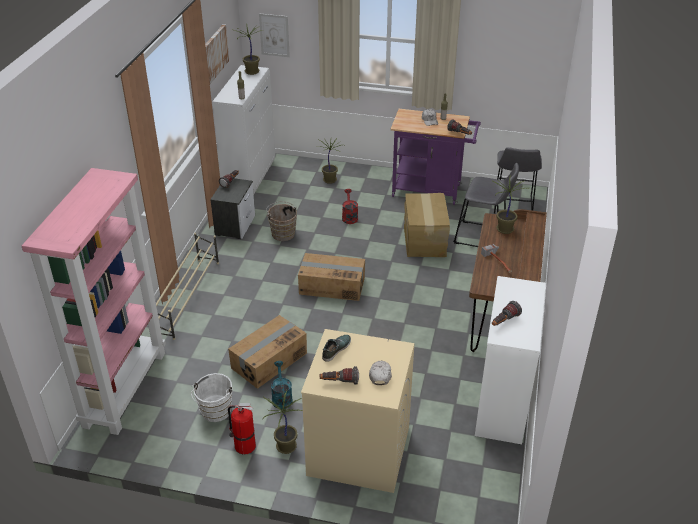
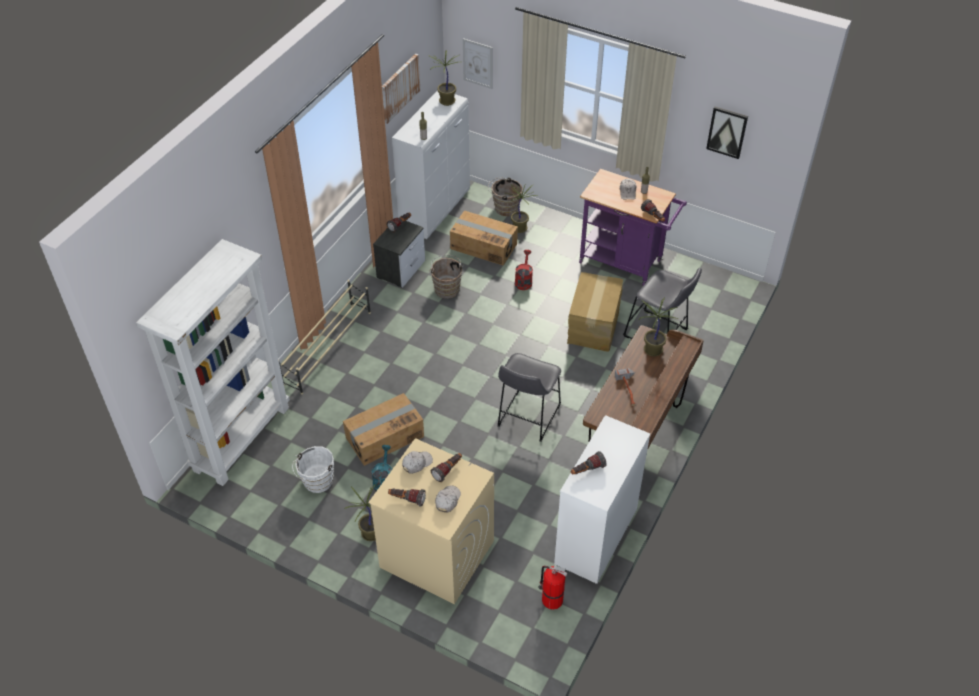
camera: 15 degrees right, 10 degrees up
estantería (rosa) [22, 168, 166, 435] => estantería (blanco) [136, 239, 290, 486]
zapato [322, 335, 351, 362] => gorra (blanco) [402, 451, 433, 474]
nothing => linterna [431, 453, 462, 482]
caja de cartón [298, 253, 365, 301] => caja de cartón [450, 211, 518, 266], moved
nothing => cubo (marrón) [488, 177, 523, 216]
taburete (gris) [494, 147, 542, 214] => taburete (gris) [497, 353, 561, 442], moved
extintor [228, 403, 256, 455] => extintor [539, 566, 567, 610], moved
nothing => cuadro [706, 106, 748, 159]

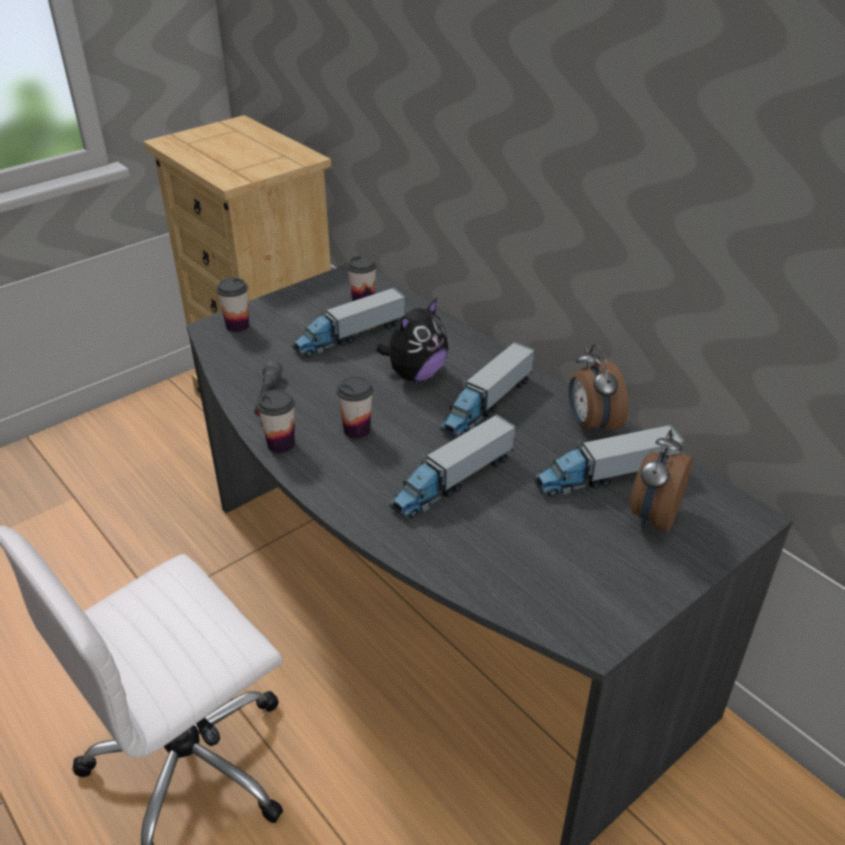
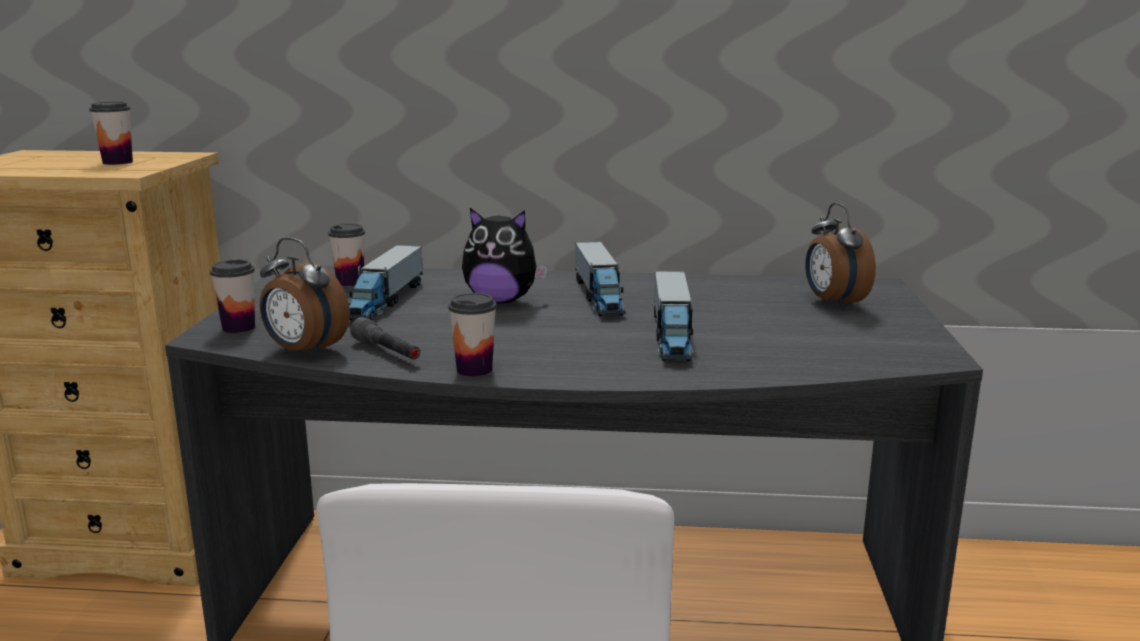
camera: 45 degrees left, 20 degrees down
taza [336, 376, 373, 439] => taza [89, 102, 133, 165], moved
despertador [569, 344, 628, 436] => despertador [260, 238, 349, 356], moved
peluche [376, 298, 448, 381] => peluche [462, 208, 548, 303], 105 degrees clockwise
camión de juguete [534, 425, 685, 497] => nothing

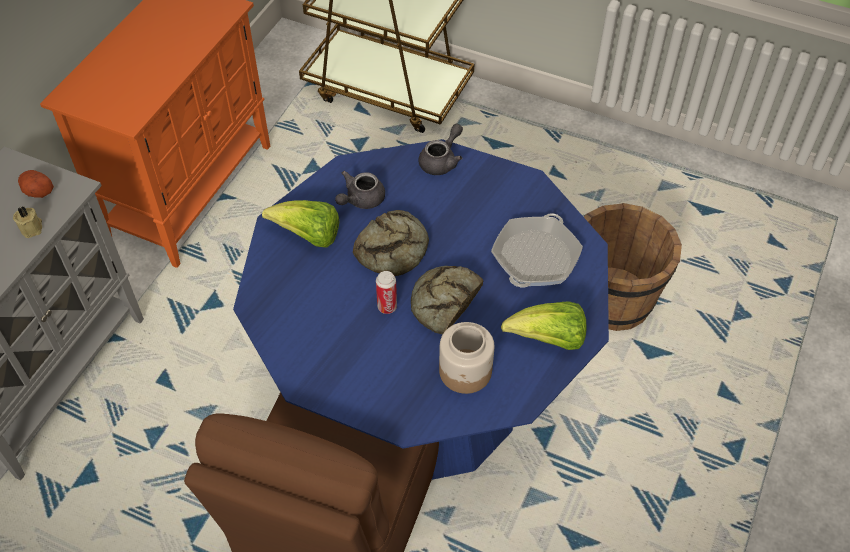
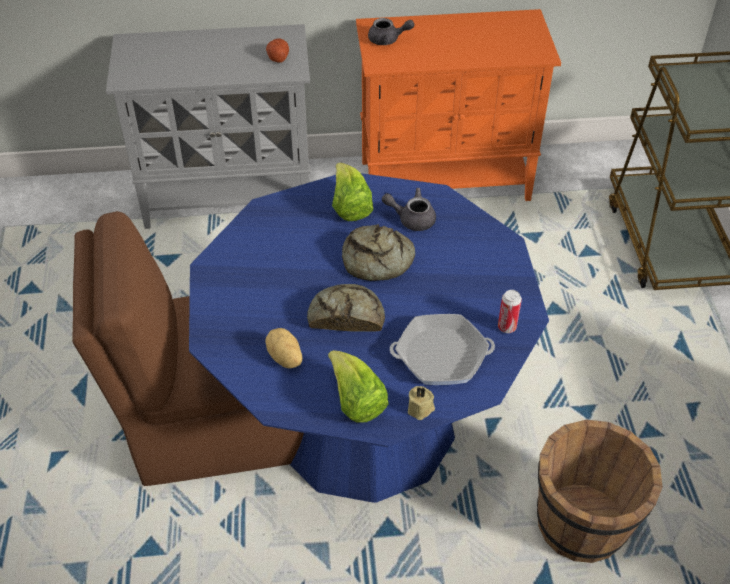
camera: 60 degrees right, 5 degrees down
tarro [439, 322, 494, 394] => patata [265, 328, 303, 369]
tetera (gris) [419, 124, 463, 175] => tetera (gris) [368, 18, 414, 45], moved
vela (beis) [13, 206, 42, 238] => vela (beis) [408, 386, 435, 420], moved
lata [376, 271, 397, 314] => lata [498, 290, 522, 333], moved

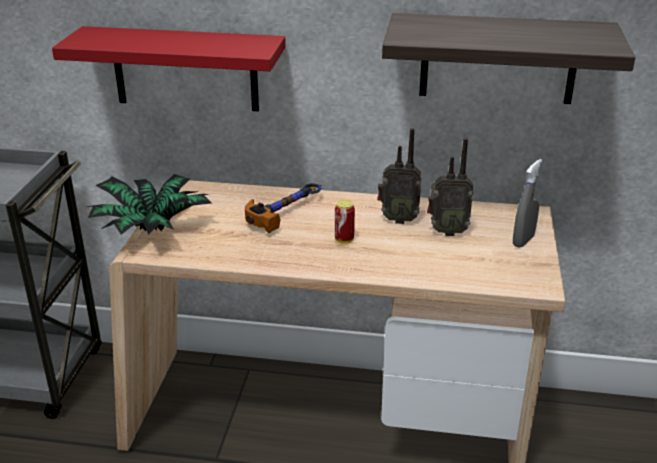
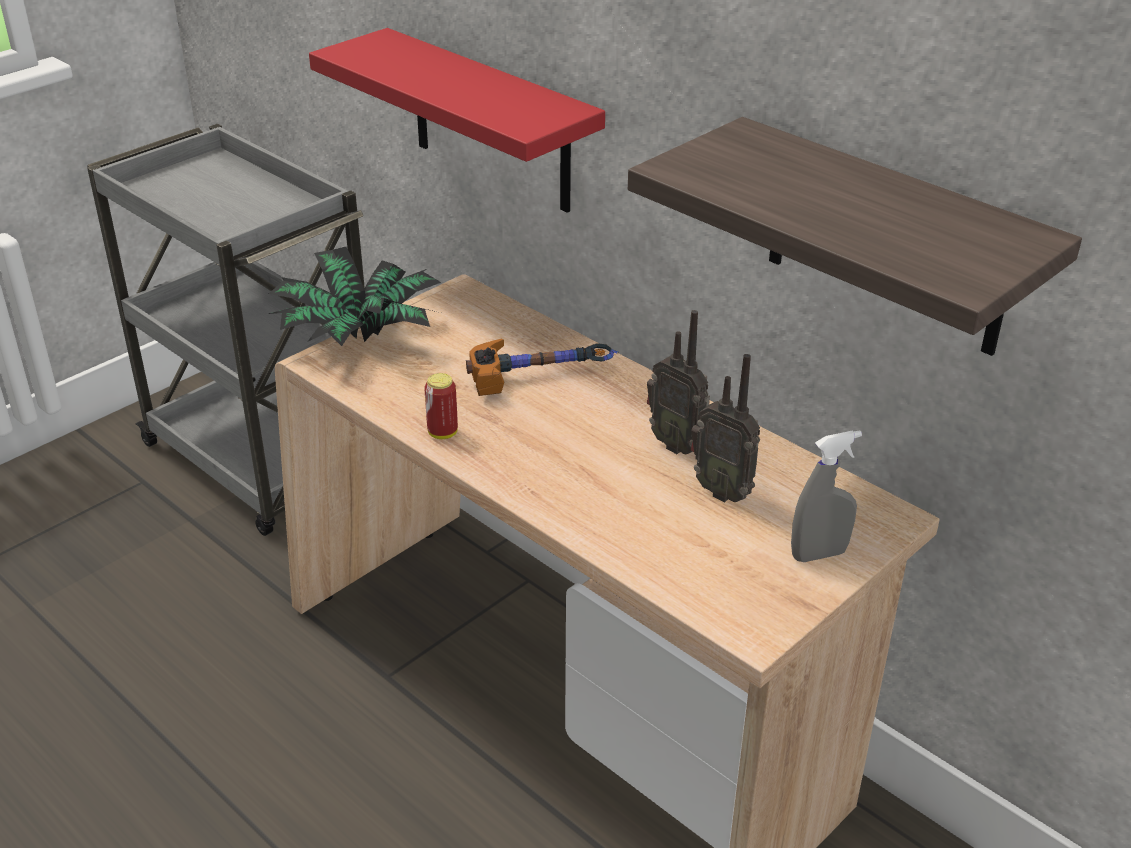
camera: 35 degrees right, 5 degrees up
lata [335, 200, 355, 244] => lata [424, 373, 458, 439], moved

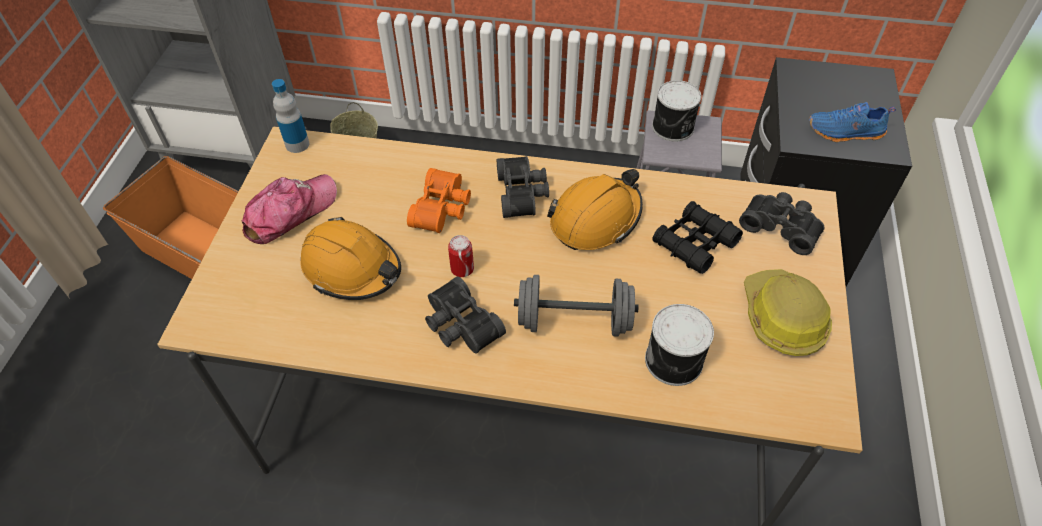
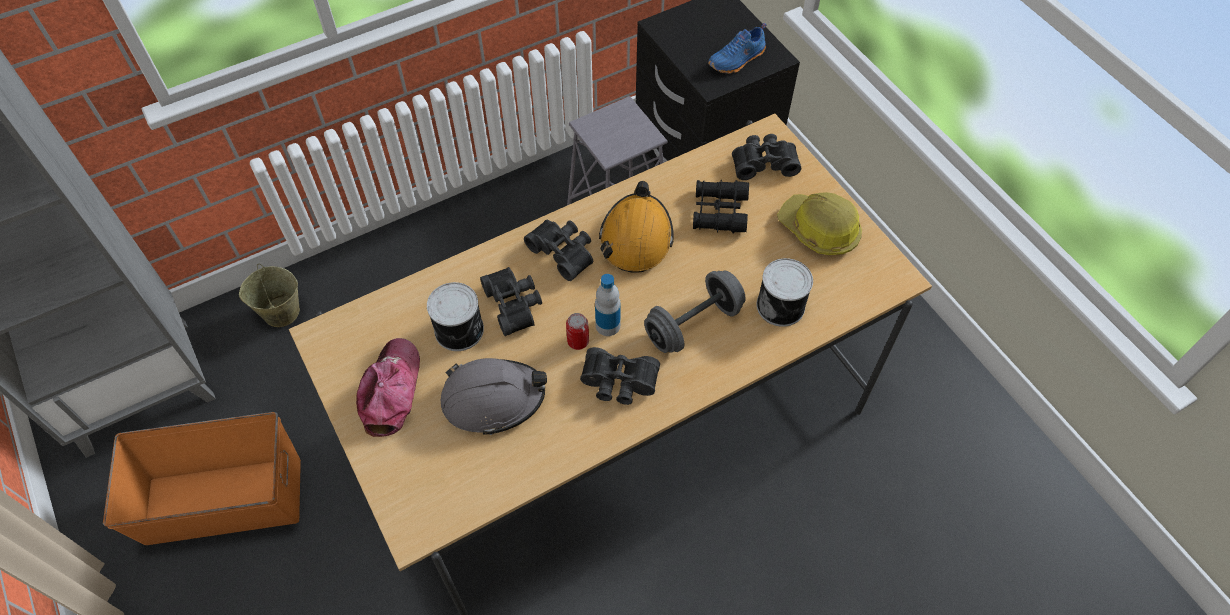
camera: 40 degrees left, 5 degrees up
lata [652, 80, 701, 142] => lata [427, 282, 484, 351], moved
casco (naranja) [300, 217, 401, 300] => casco (gris) [441, 358, 547, 435]
prismáticos (naranja) [407, 168, 471, 233] => prismáticos (negro) [480, 267, 542, 336]
botella [272, 79, 309, 153] => botella [595, 274, 621, 336], moved

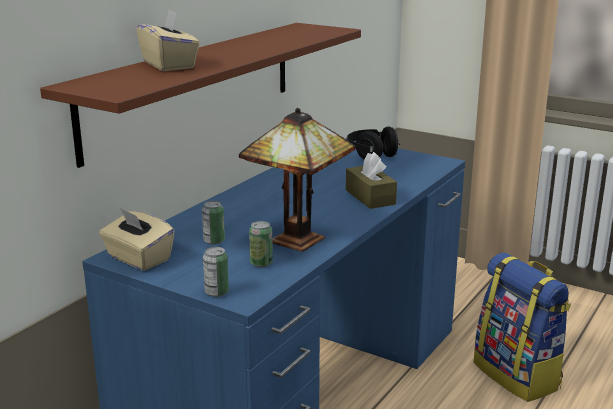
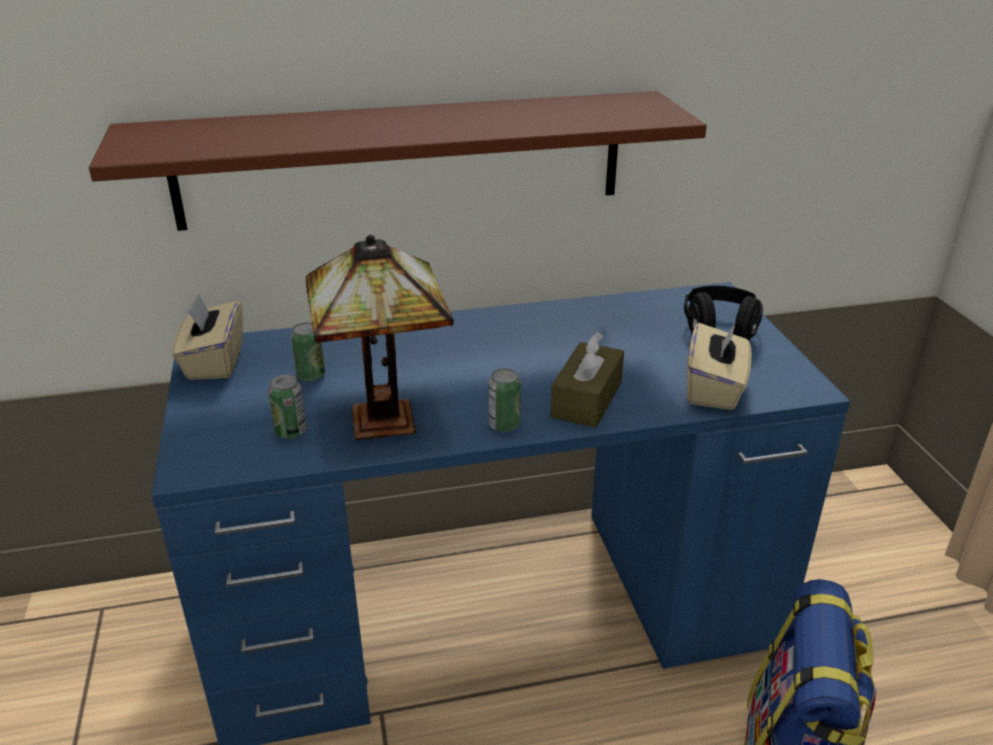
camera: 45 degrees right, 10 degrees up
lata [203, 247, 229, 297] => lata [488, 368, 521, 432], moved
caja de pañuelos (beis) [136, 10, 200, 71] => caja de pañuelos (beis) [687, 320, 751, 410], moved

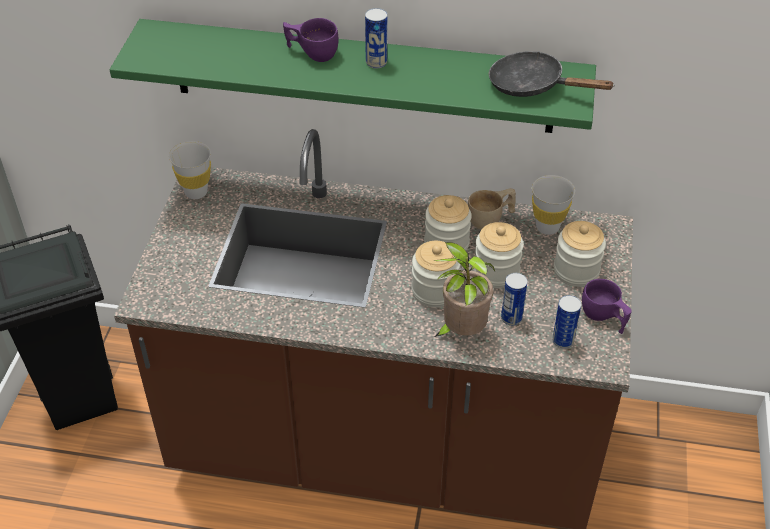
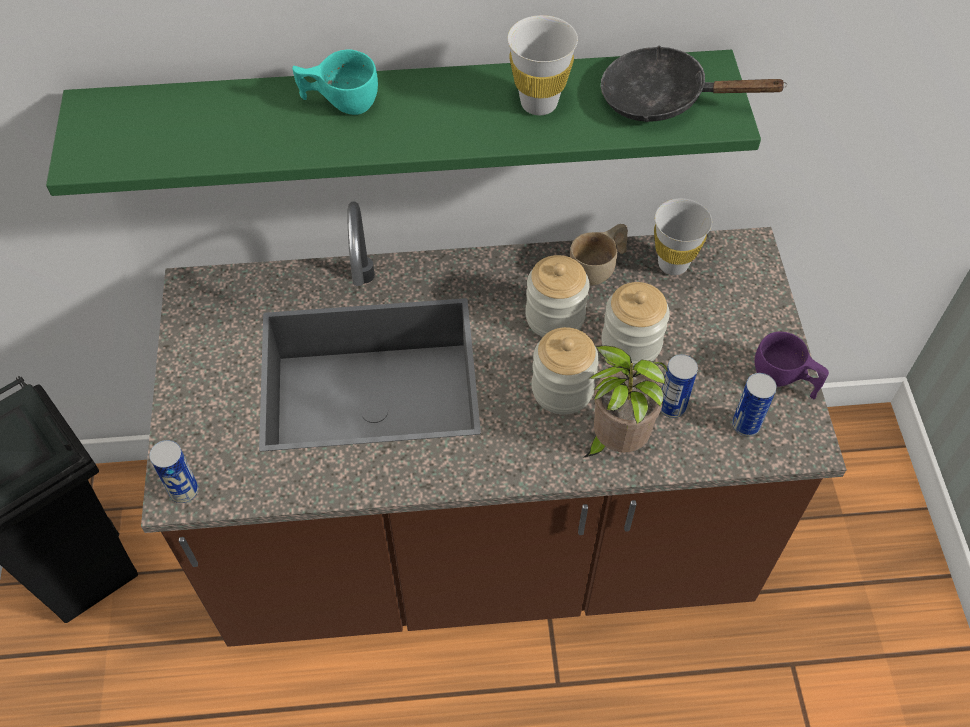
camera: 15 degrees left, 10 degrees up
lata [365, 8, 387, 68] => lata [150, 440, 198, 503], moved
taza (morado) [283, 18, 338, 62] => taza (turquesa) [292, 49, 378, 115]
taza (blanco) [169, 141, 211, 199] => taza (blanco) [508, 15, 578, 115], moved
tarro [554, 221, 606, 287] => nothing

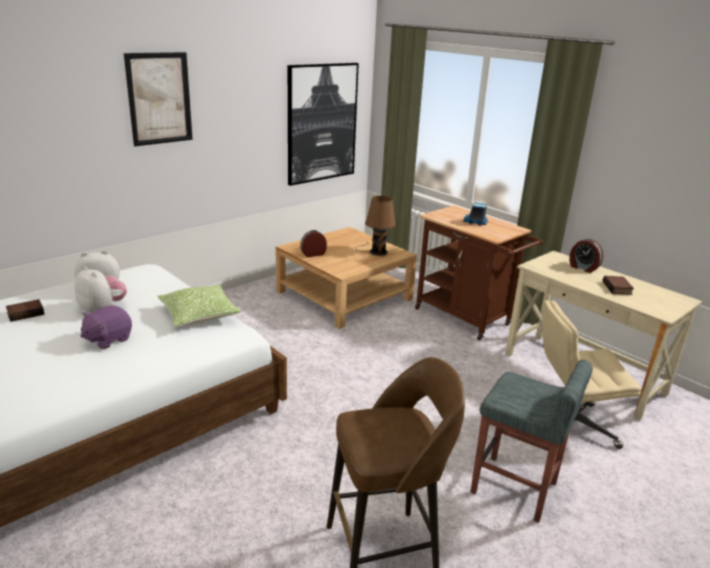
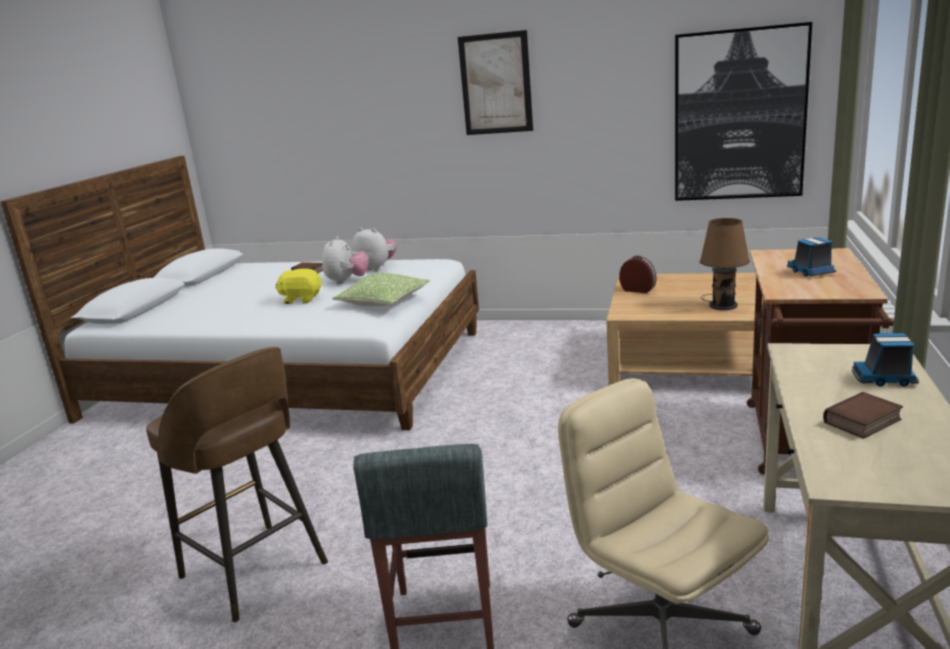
camera: 60 degrees right, 5 degrees down
peluche (morado) [81, 306, 132, 349] => peluche (amarillo) [275, 268, 322, 304]
despertador [569, 239, 603, 273] => camión de juguete [852, 333, 919, 387]

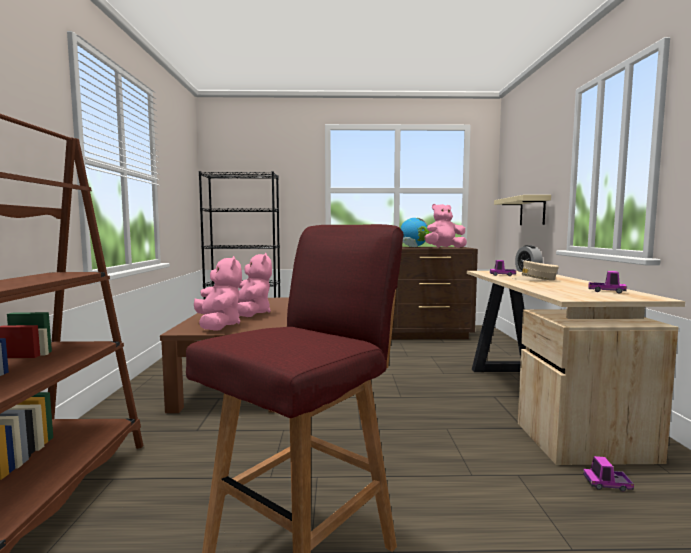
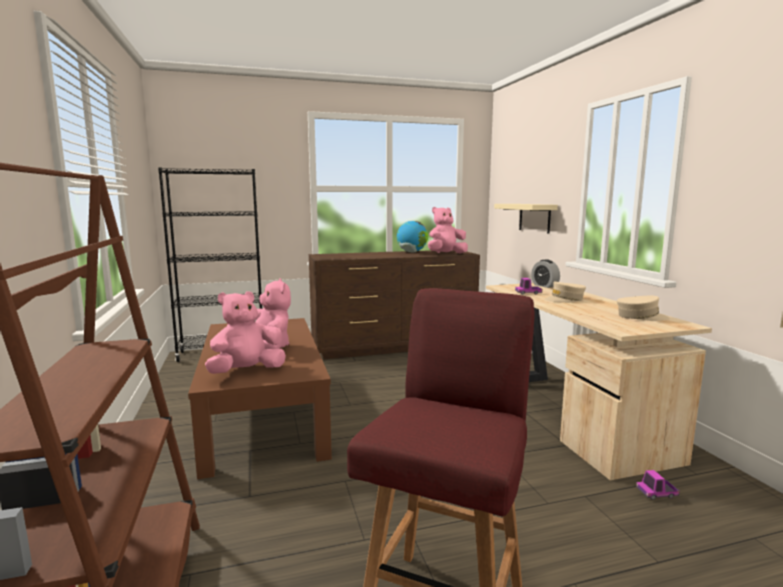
camera: 15 degrees left, 5 degrees up
peluche (rosa) [194, 256, 242, 331] => peluche (rosa) [205, 291, 286, 374], 90 degrees counterclockwise
camión de juguete [589, 271, 627, 293] => gorra (beis) [617, 295, 671, 321]

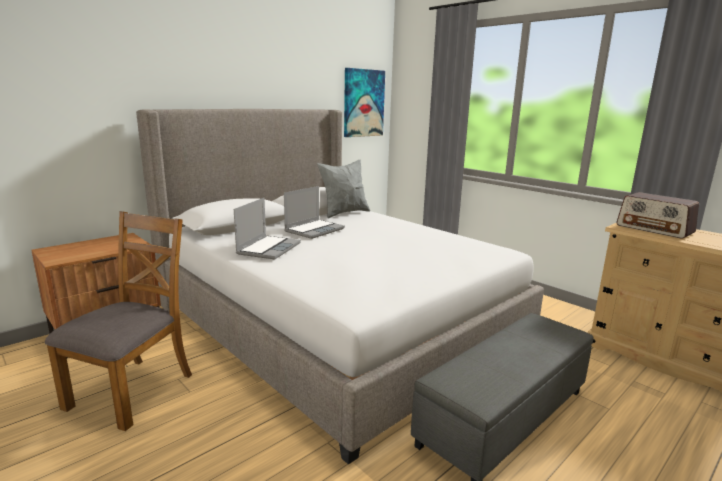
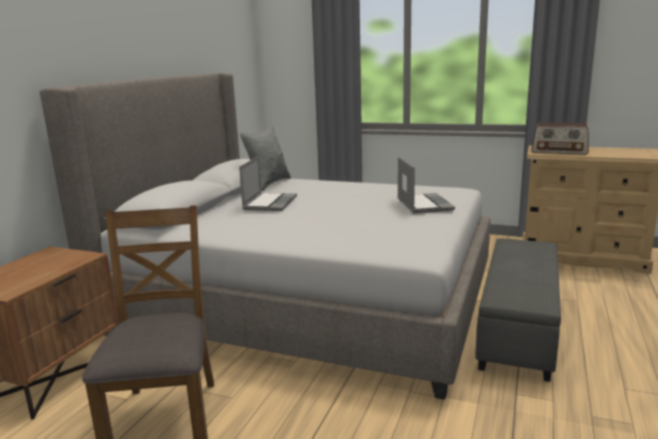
camera: 25 degrees left, 0 degrees up
portátil [234, 198, 301, 260] => portátil [398, 157, 455, 214], moved
cuadro [344, 68, 385, 137] => nothing

